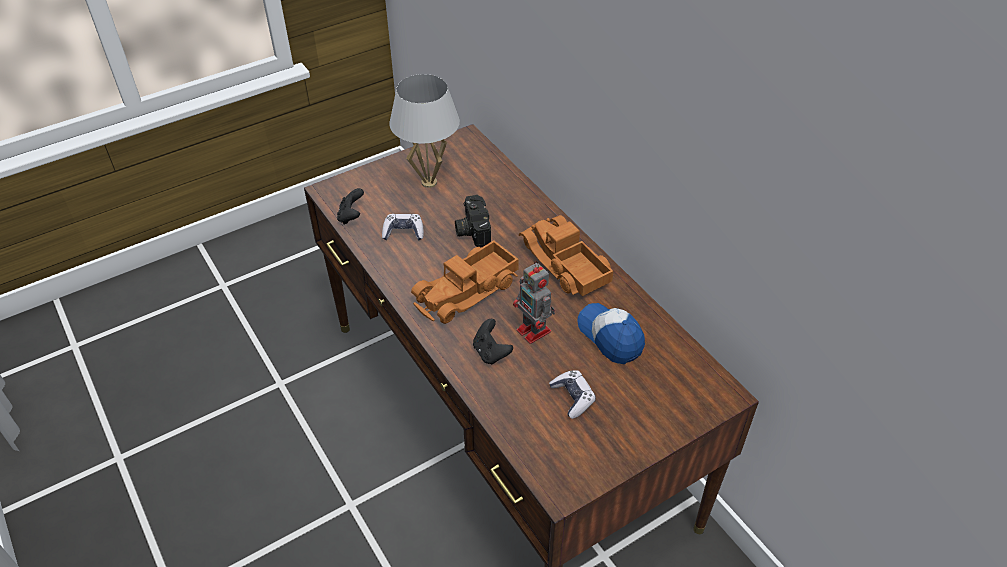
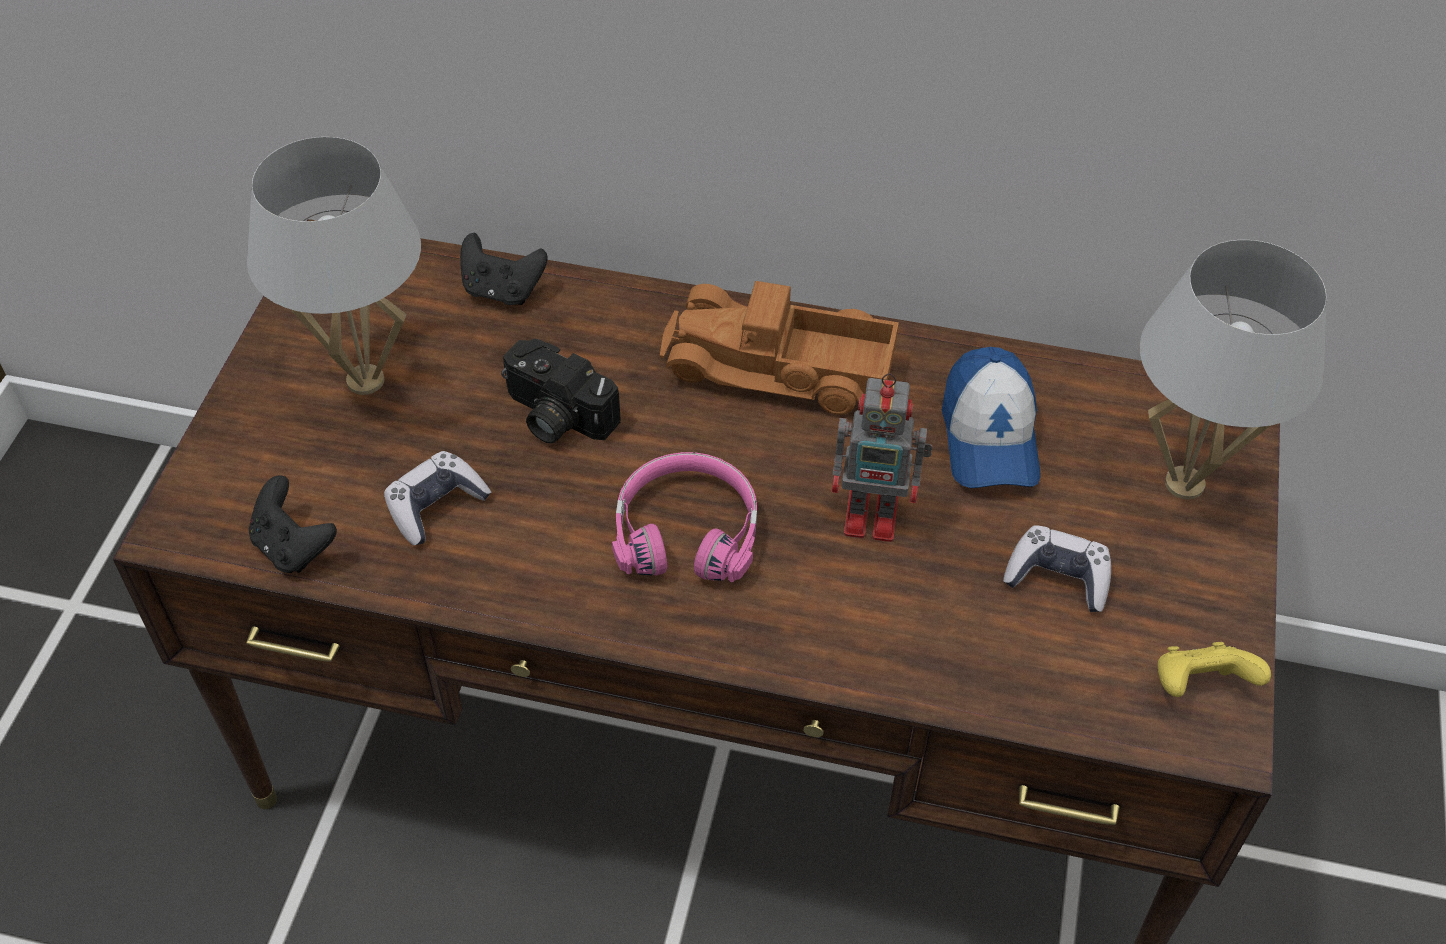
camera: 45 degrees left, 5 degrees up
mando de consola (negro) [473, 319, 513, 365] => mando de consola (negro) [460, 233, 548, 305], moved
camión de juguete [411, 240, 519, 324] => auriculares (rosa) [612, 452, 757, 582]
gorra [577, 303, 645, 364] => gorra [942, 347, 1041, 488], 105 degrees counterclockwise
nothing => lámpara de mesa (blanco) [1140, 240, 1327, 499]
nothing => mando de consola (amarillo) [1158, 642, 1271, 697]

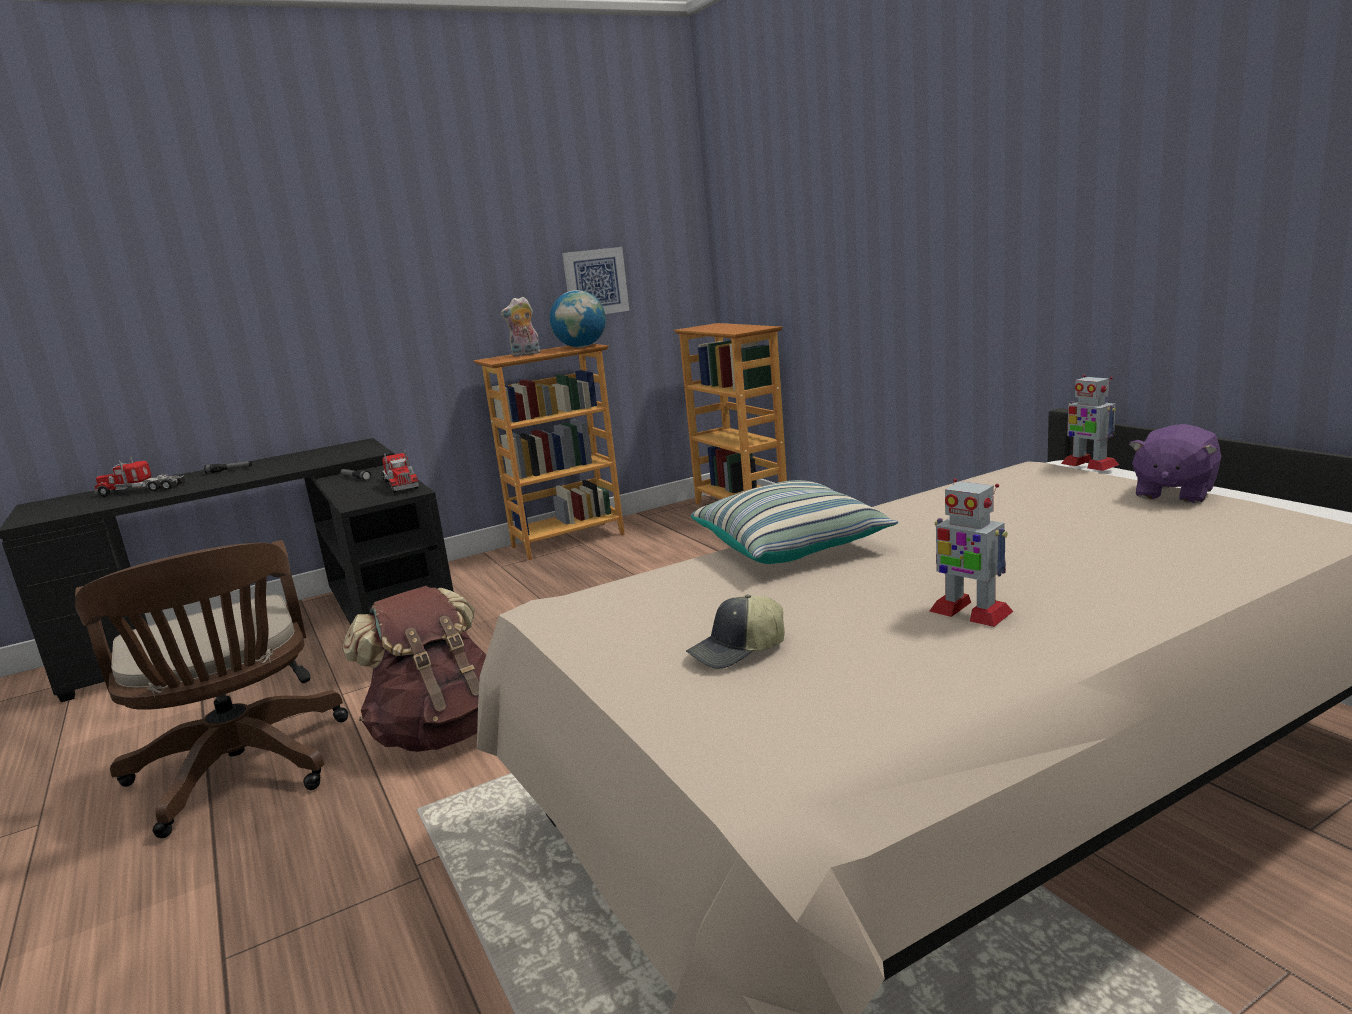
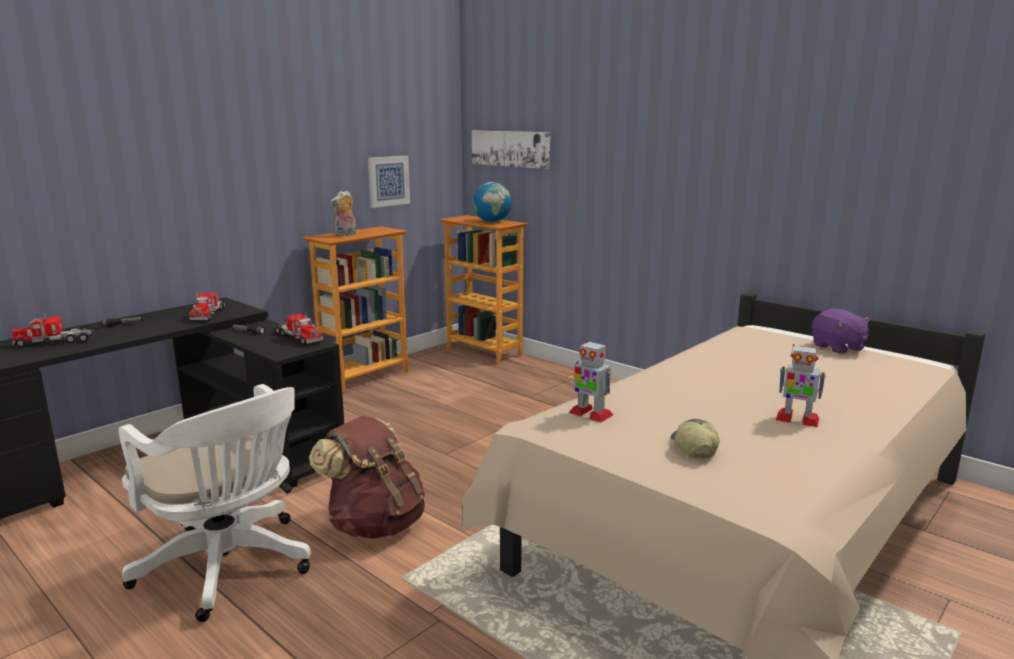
camera: 20 degrees left, 0 degrees up
silla de oficina (marrón) [75, 540, 348, 838] => silla de oficina (blanco) [119, 384, 311, 622]
nothing => camión de juguete [189, 291, 226, 321]
nothing => cuadro [472, 131, 550, 169]
globo terráqueo [550, 290, 606, 347] => globo terráqueo [473, 182, 512, 222], moved
robot de juguete [1061, 375, 1119, 471] => robot de juguete [569, 340, 613, 423], moved
gorra [686, 595, 785, 669] => gorra [671, 419, 720, 458], 135 degrees clockwise
peluche (morado) [1129, 424, 1221, 503] => peluche (morado) [812, 308, 871, 354], 45 degrees counterclockwise
cojín [691, 480, 898, 564] => nothing

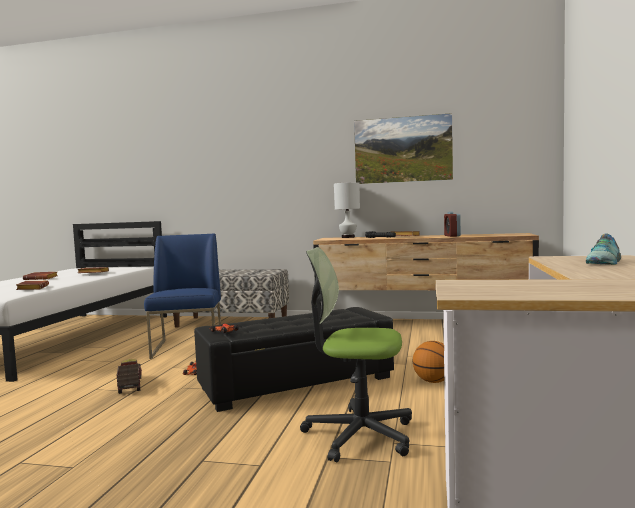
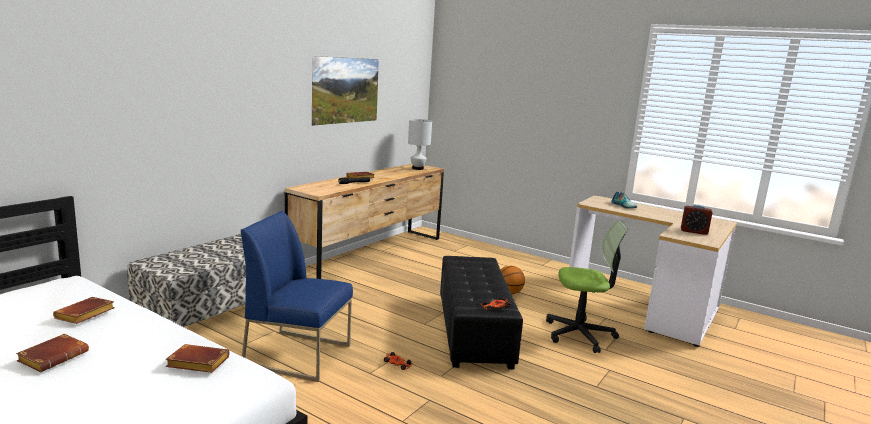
camera: 70 degrees left, 10 degrees up
lámpara de mesa (blanco) [334, 182, 360, 238] => lámpara de mesa (blanco) [408, 119, 432, 170], moved
silla de oficina [300, 247, 412, 462] => silla de oficina [546, 220, 628, 353], 120 degrees counterclockwise
despertador [444, 211, 461, 237] => despertador [681, 205, 713, 235], moved
camión de juguete [117, 359, 142, 394] => nothing

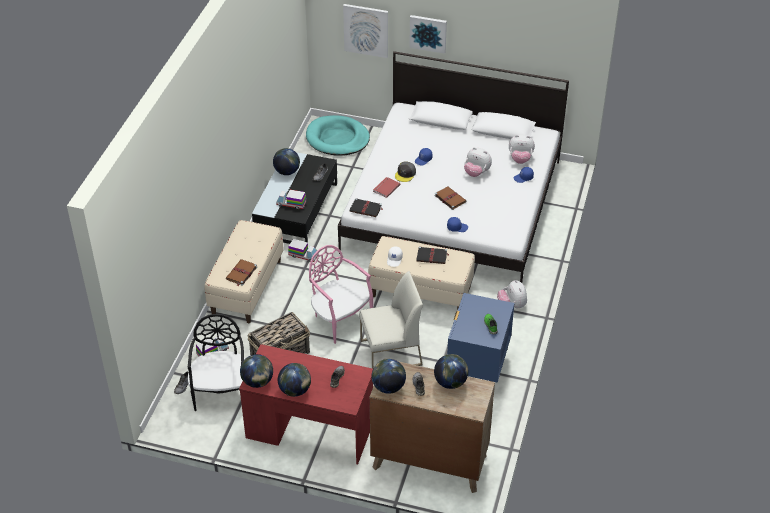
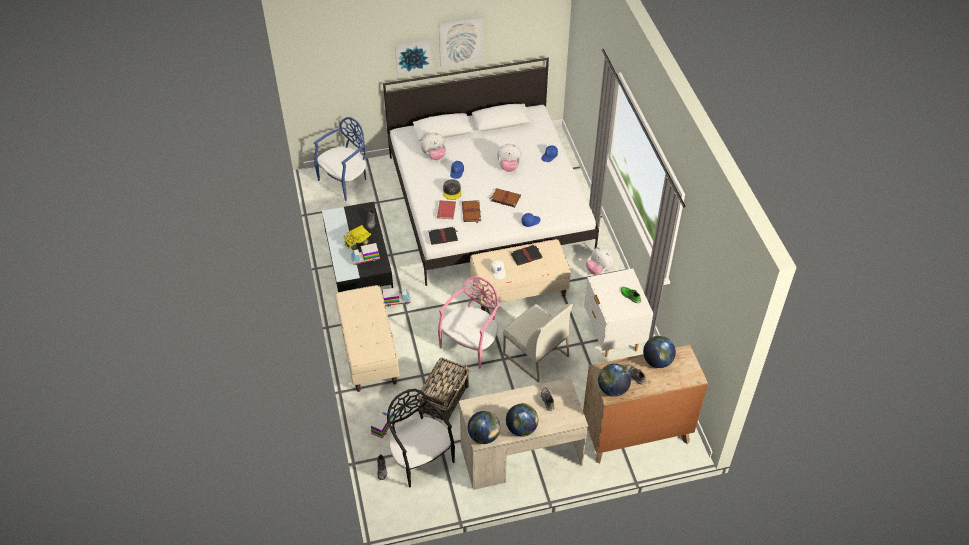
camera: 30 degrees left, 5 degrees up
cama para perro (turquesa) [306, 115, 370, 156] => silla (azul) [314, 117, 366, 201]
nothing => camión de juguete [344, 225, 371, 250]
peluche [509, 134, 535, 164] => peluche [421, 133, 446, 160], moved
cuadro [343, 4, 388, 58] => cuadro [438, 16, 483, 67], moved
silla (rosa) [309, 245, 374, 344] => silla (rosa) [438, 276, 499, 369], 105 degrees clockwise
escritorio (rojo) [239, 344, 373, 464] => escritorio (beis) [459, 378, 588, 490]
libro (marrón) [226, 259, 257, 286] => libro (marrón) [462, 200, 481, 223], moved
silla (blanco) [359, 271, 423, 369] => silla (blanco) [503, 304, 573, 383], 90 degrees clockwise
mesita de noche (azul) [447, 293, 514, 383] => mesita de noche (blanco) [584, 269, 653, 357]
globo terráqueo [273, 148, 300, 175] => nothing

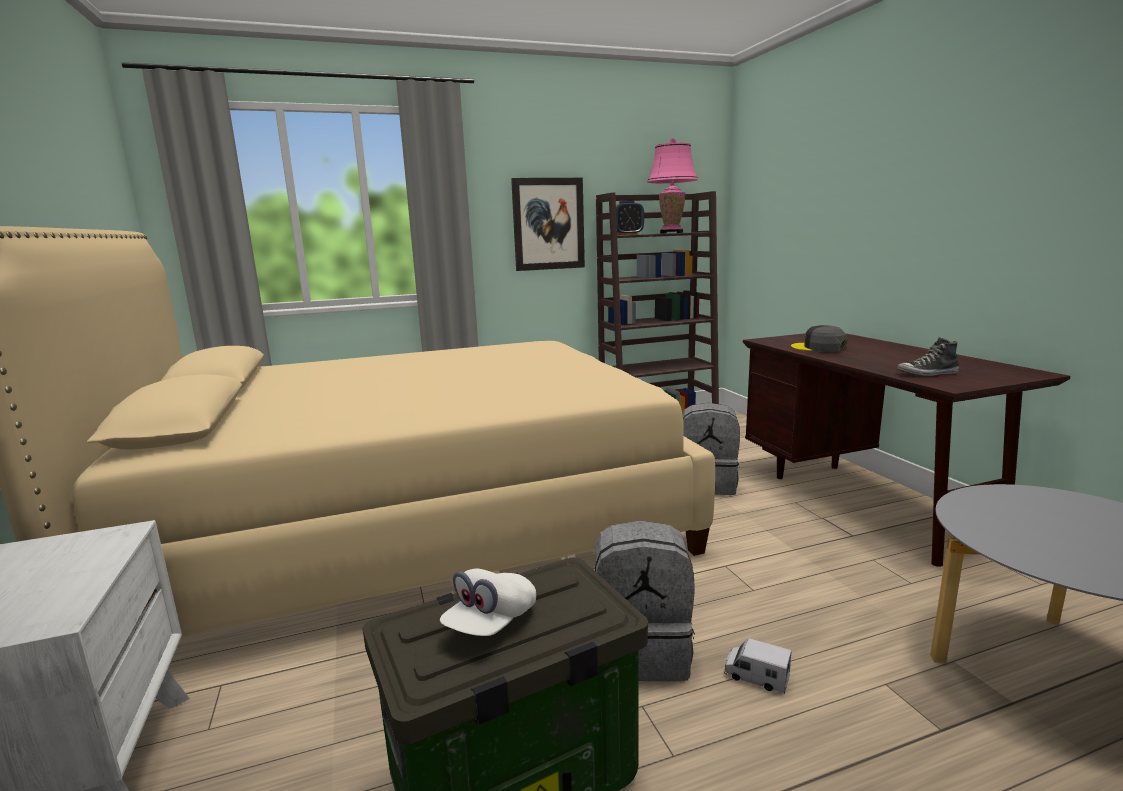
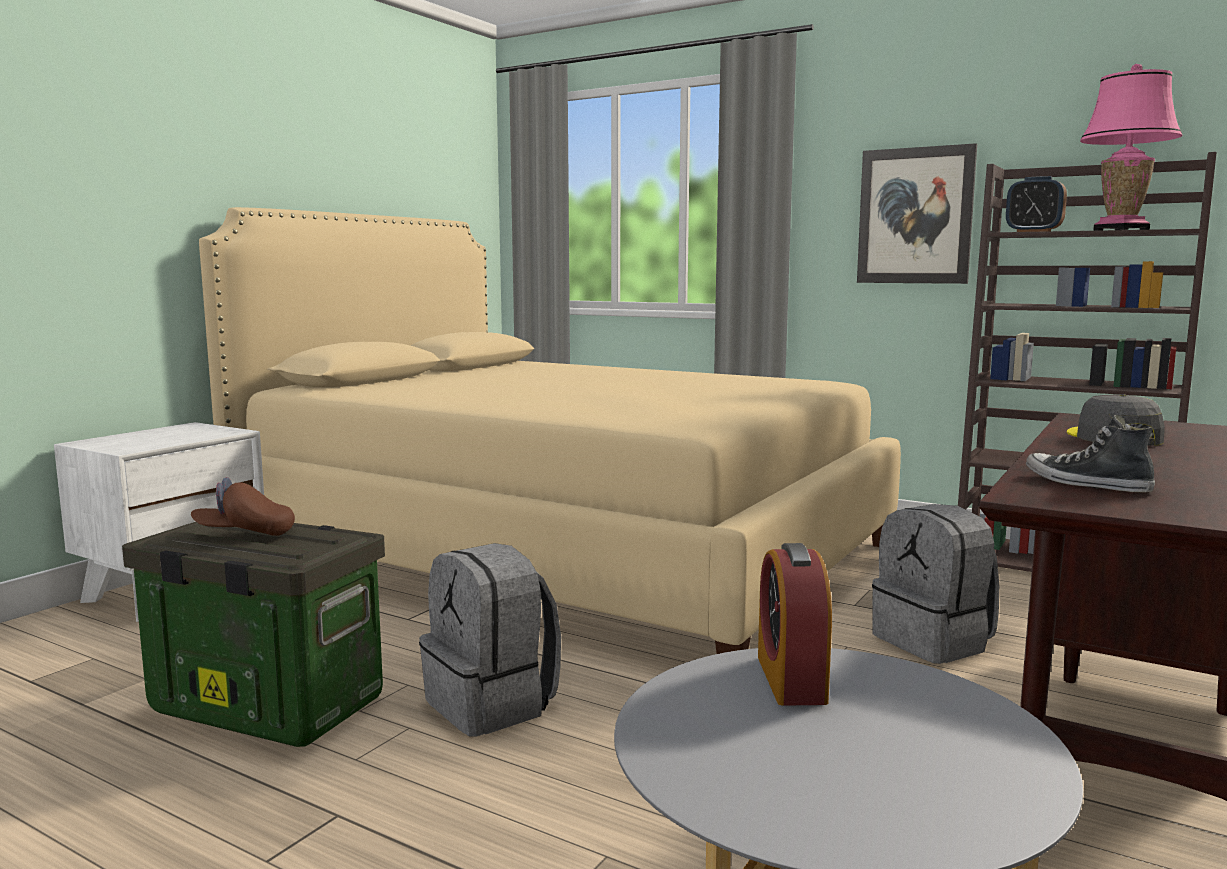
camera: 50 degrees right, 5 degrees down
gorra (blanco) [440, 569, 536, 636] => gorra (marrón) [191, 477, 295, 536]
nothing => despertador [758, 543, 832, 706]
camión de juguete [724, 638, 791, 694] => nothing

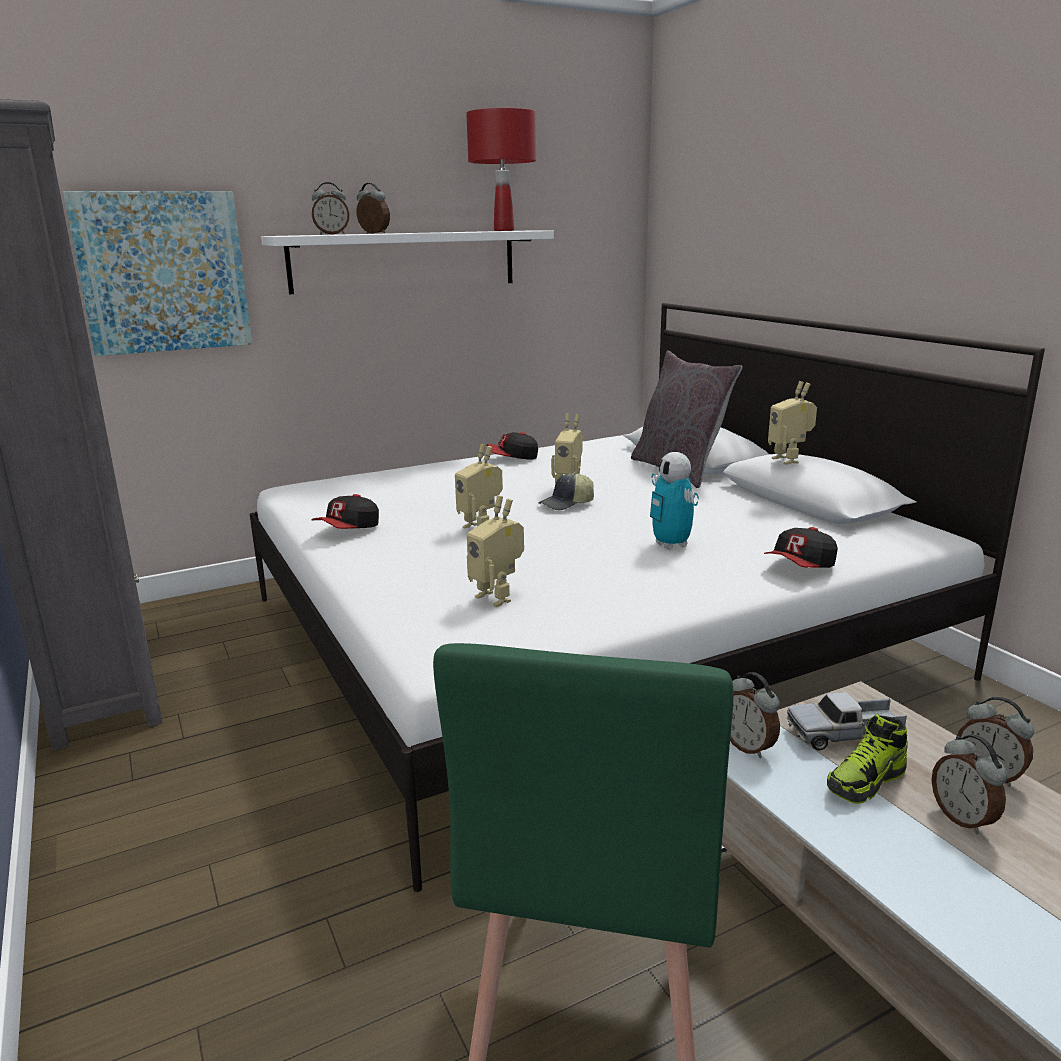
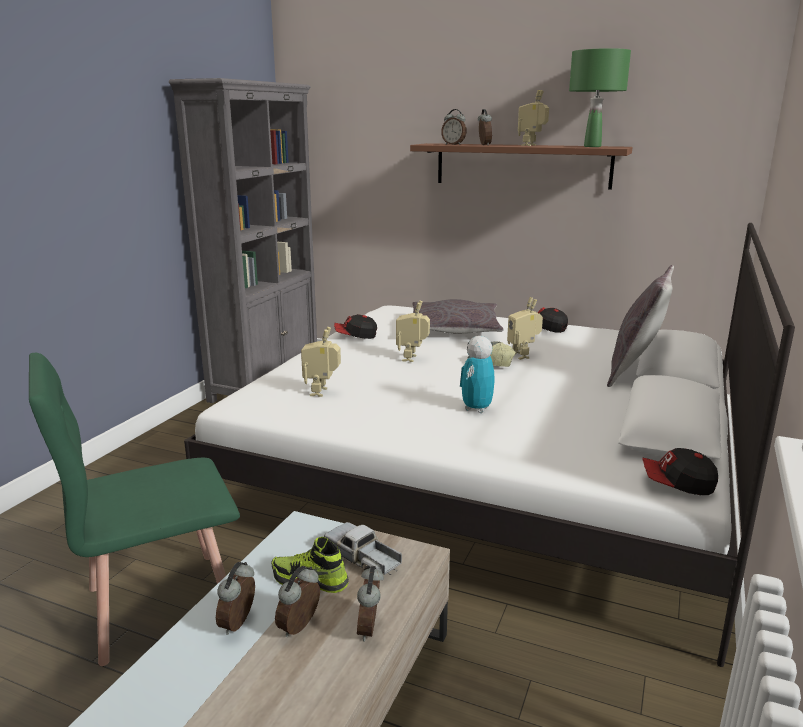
camera: 50 degrees right, 0 degrees up
despertador [730, 672, 780, 758] => despertador [216, 562, 255, 635], moved
estante (blanco) [261, 230, 554, 294] => estante (marrón) [410, 143, 632, 190]
nothing => cojín (gris) [412, 299, 503, 334]
robot de juguete [768, 381, 817, 465] => robot de juguete [518, 90, 549, 146], moved
lámpara de mesa (rojo) [466, 108, 536, 231] => lámpara de mesa (verde) [569, 48, 631, 147]
gorra [764, 527, 838, 568] => gorra [642, 448, 718, 495], moved
cuadro [63, 191, 252, 356] => nothing

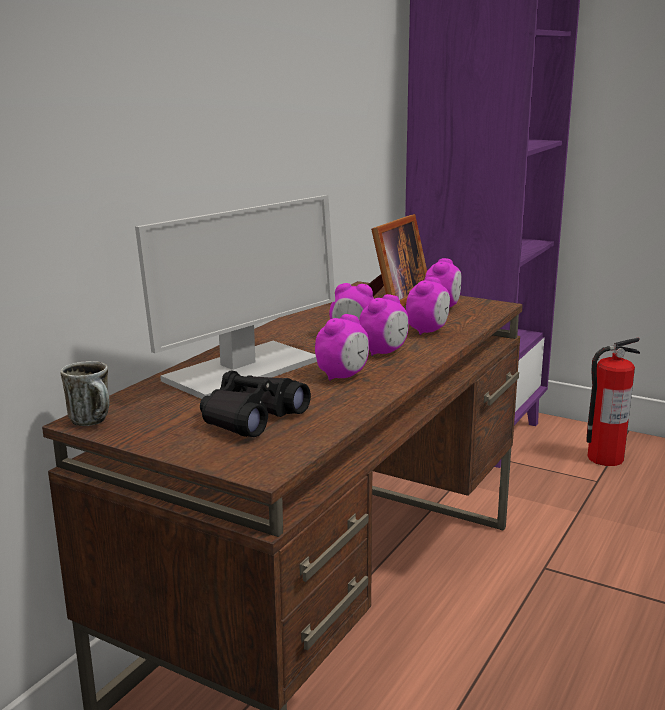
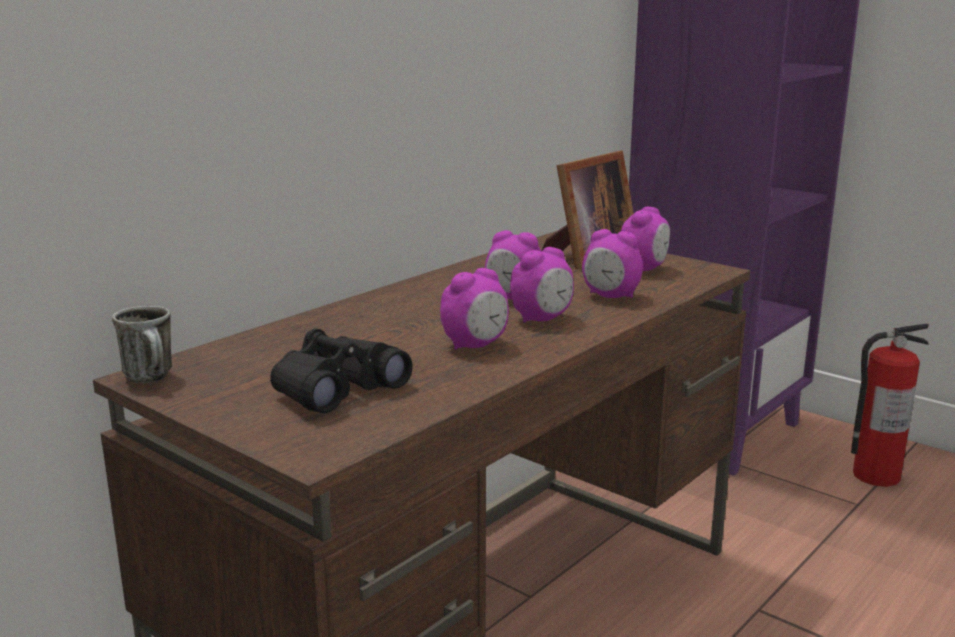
camera: 10 degrees right, 0 degrees up
despertador [406, 277, 450, 335] => despertador [582, 229, 643, 298], 75 degrees clockwise
monitor [135, 195, 335, 399] => nothing

